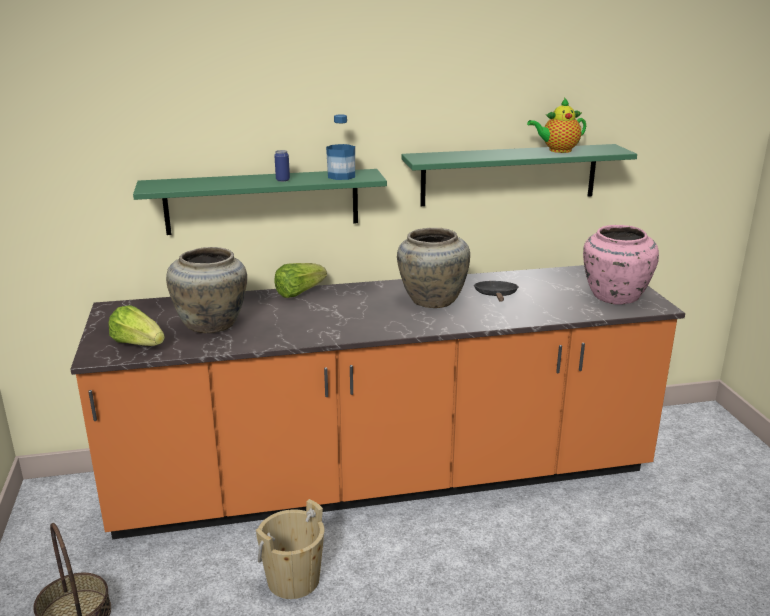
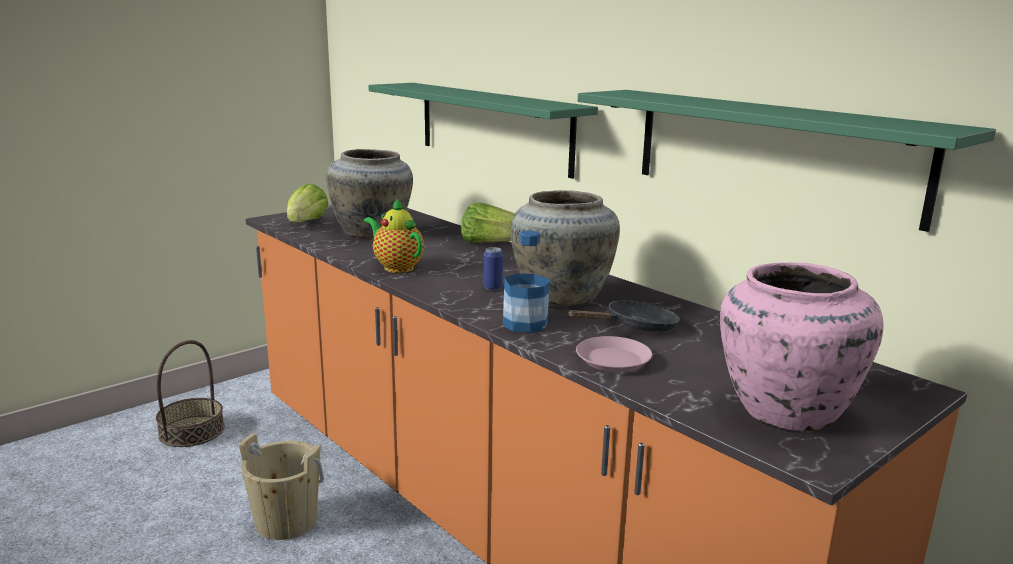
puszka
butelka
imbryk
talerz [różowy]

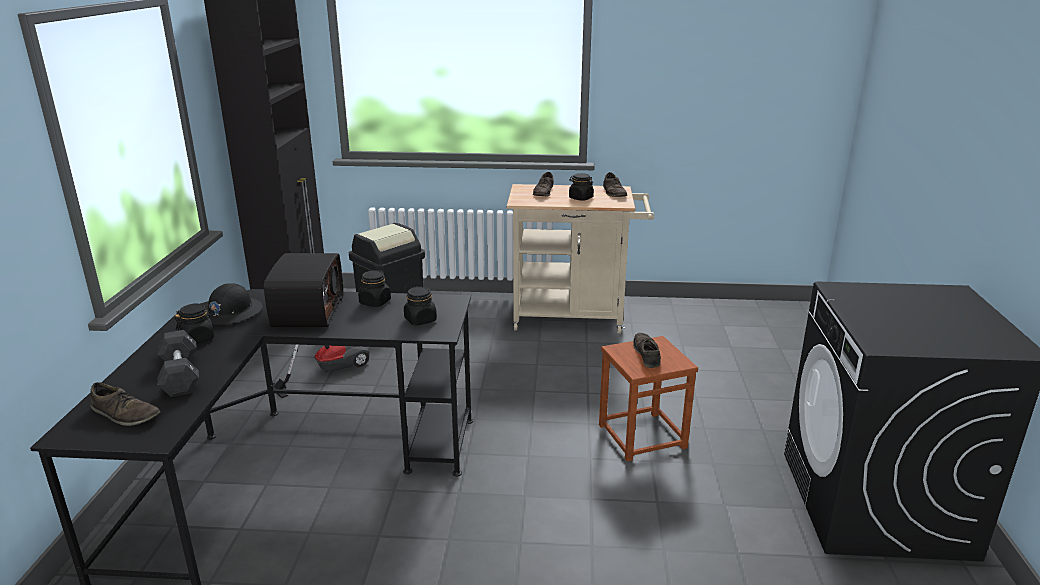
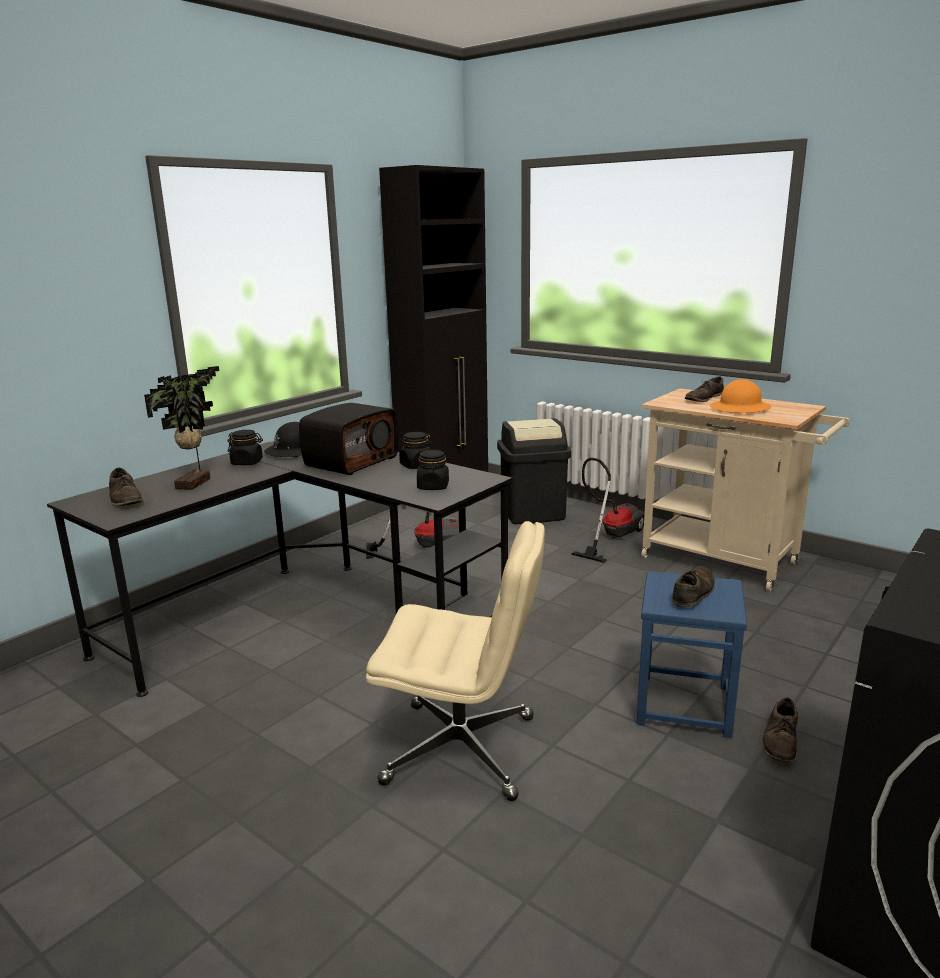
roślina doniczkowa
kask [pomarańczowy]
stołek [niebieski]
but [brązowy] (no. 4 from left)
krzesło biurowe [beżowy]
odkurzacz (no. 2 from left)

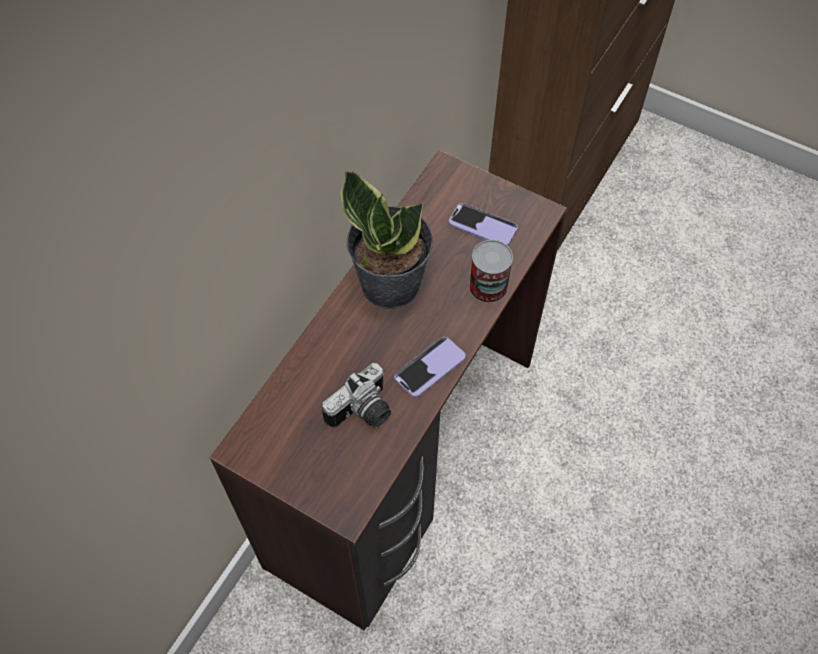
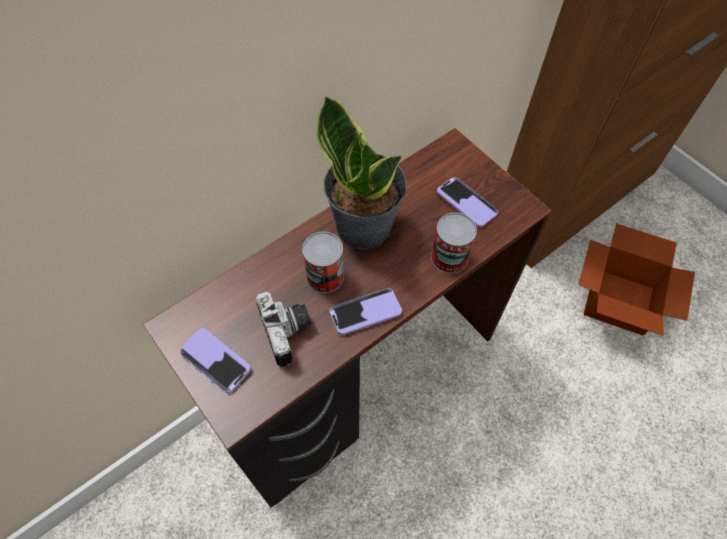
aparat fotograficzny
telefon (no. 1 from left)
puszka (no. 1 from left)
karton

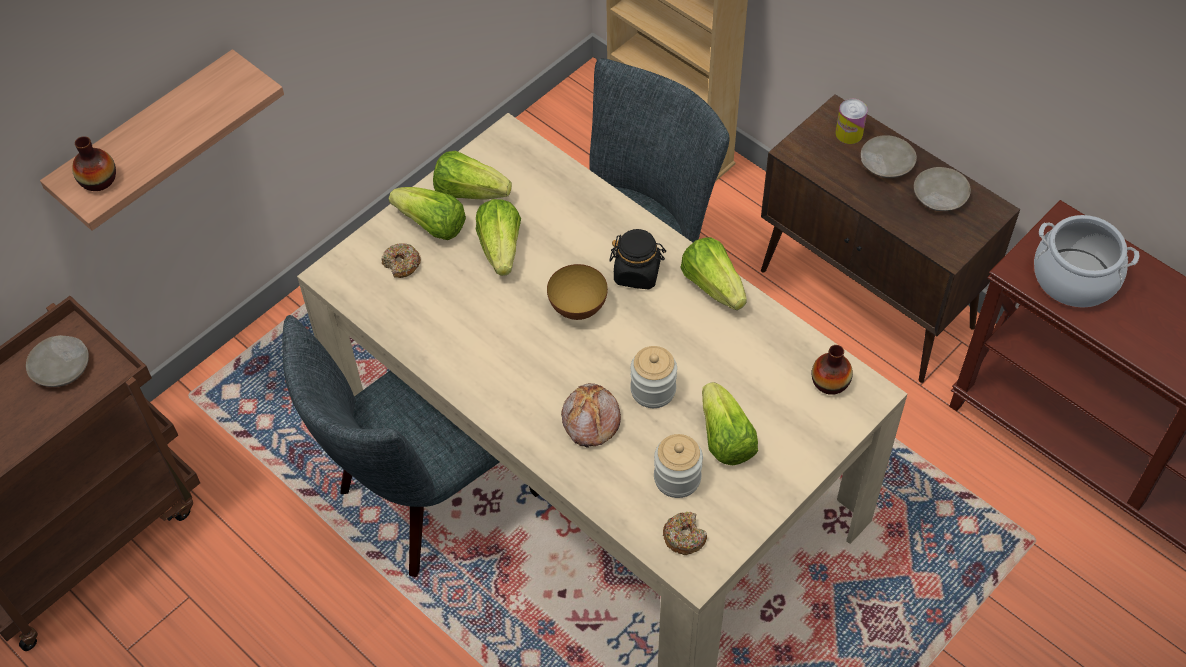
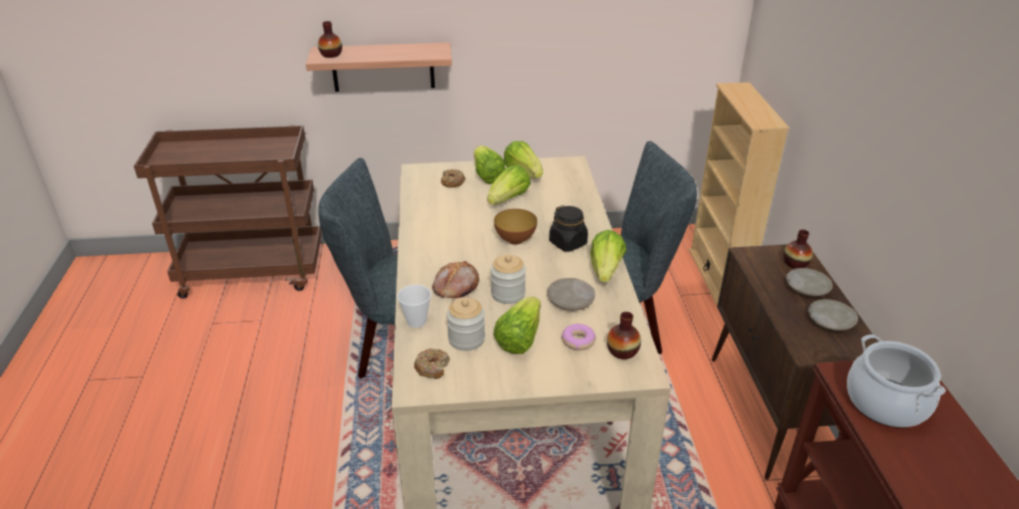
talerz [beżowy] (no. 1 from left)
wazon (no. 3 from left)
filiżanka
donut (no. 3 from left)

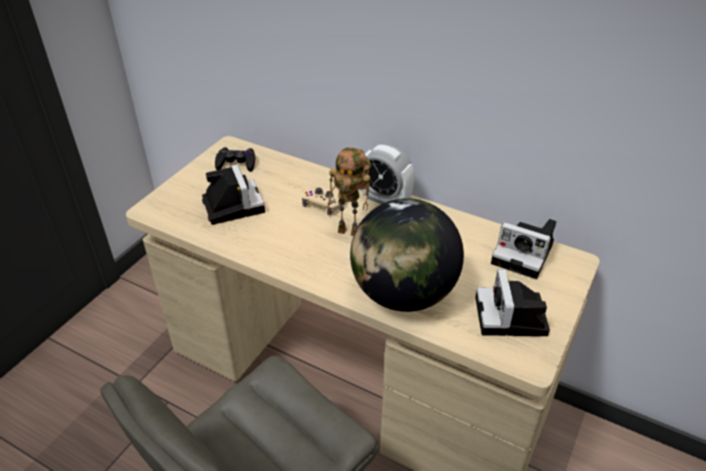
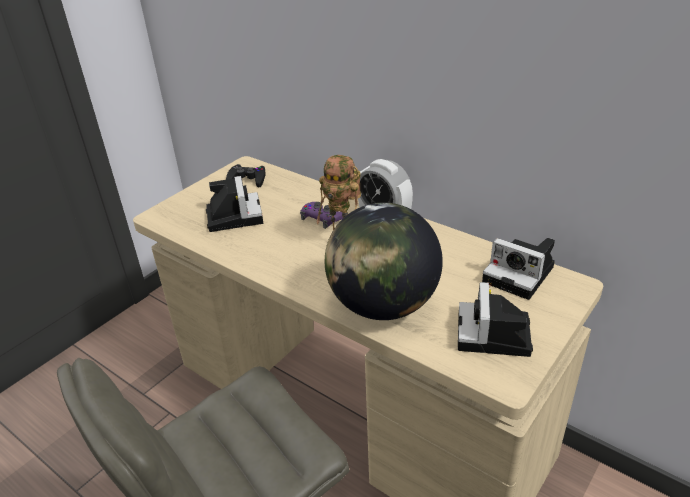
pad do gier [fioletowy]

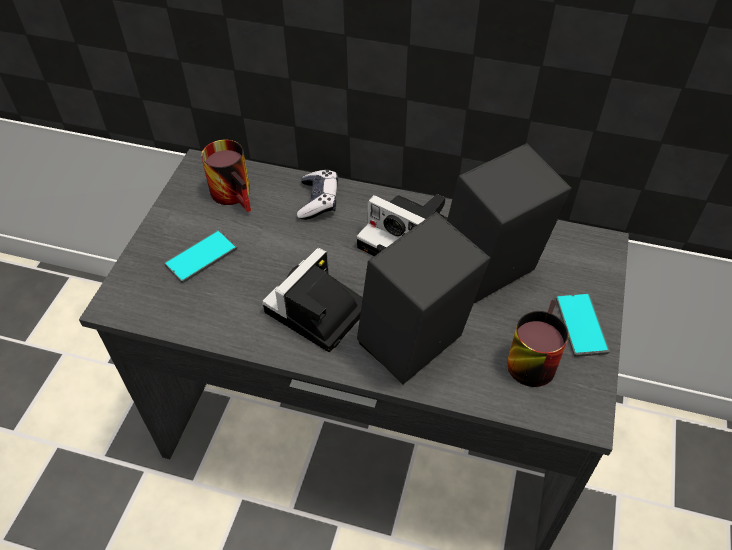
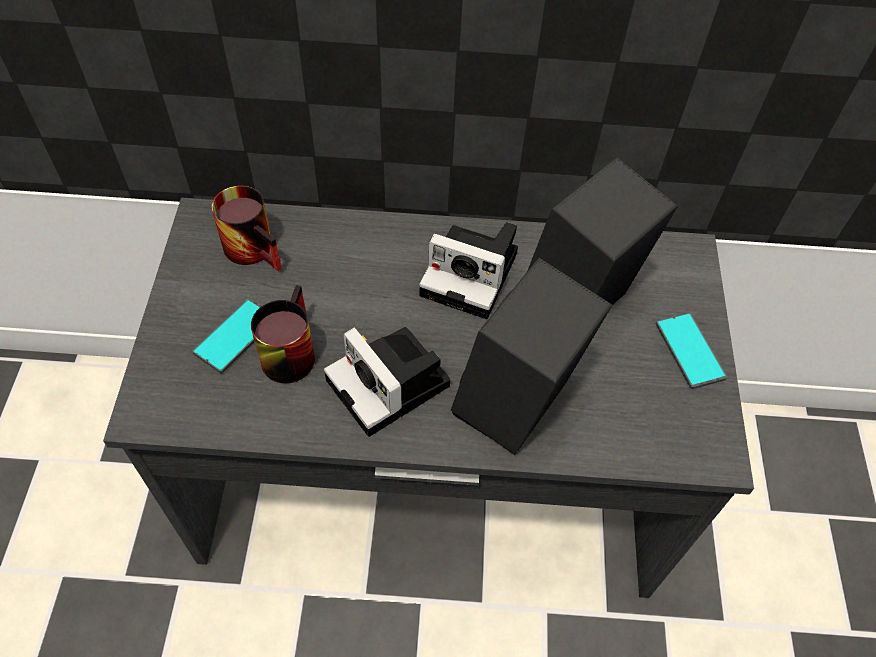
aparat fotograficzny (no. 1 from left)
pad do gier
kubek (no. 2 from left)

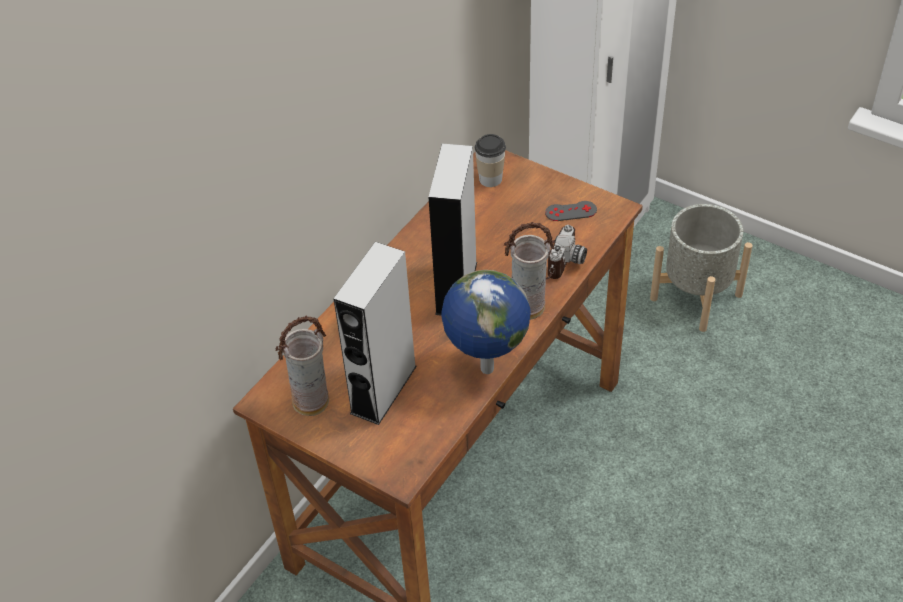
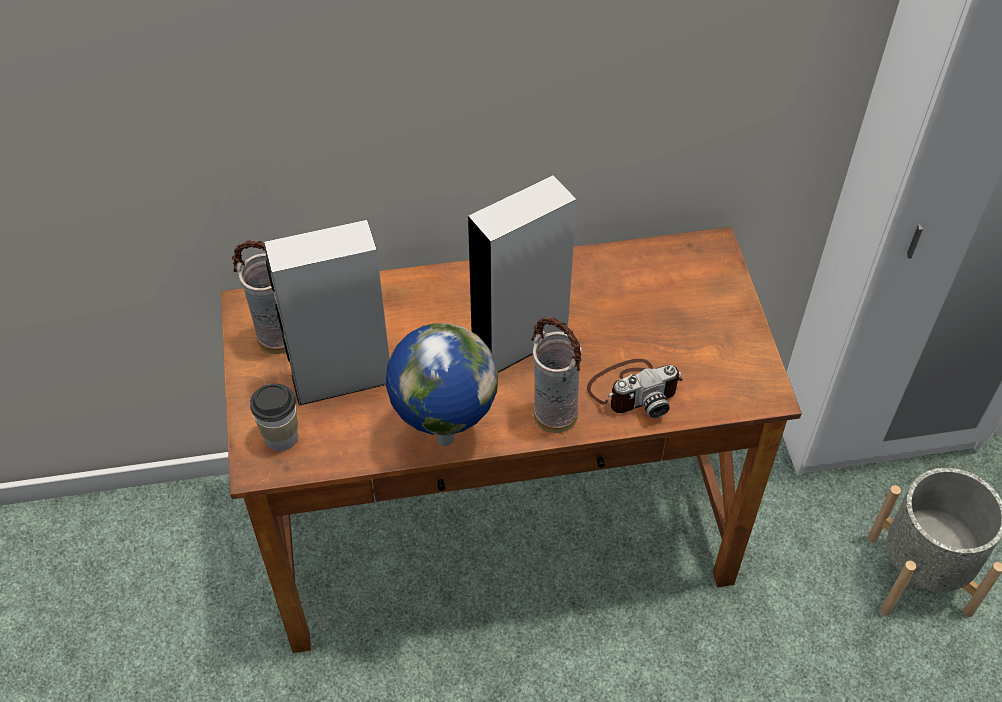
filiżanka
pad do gier [szary]

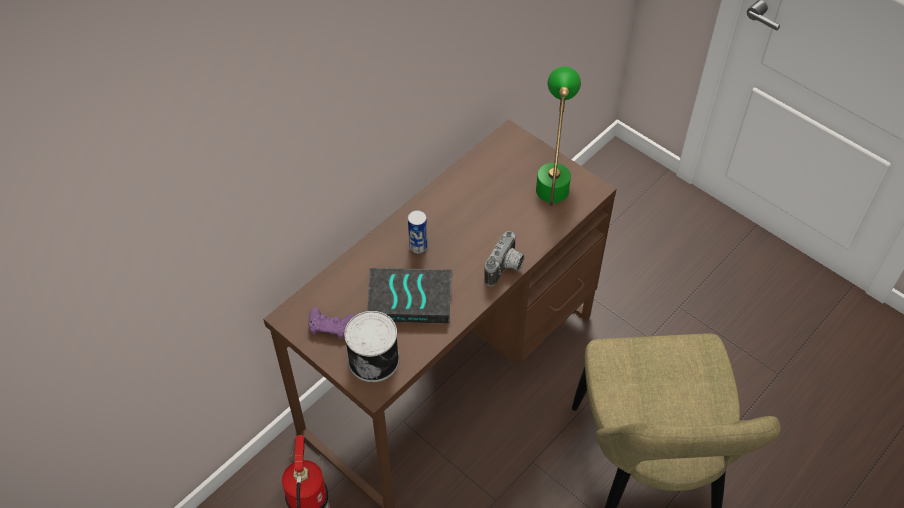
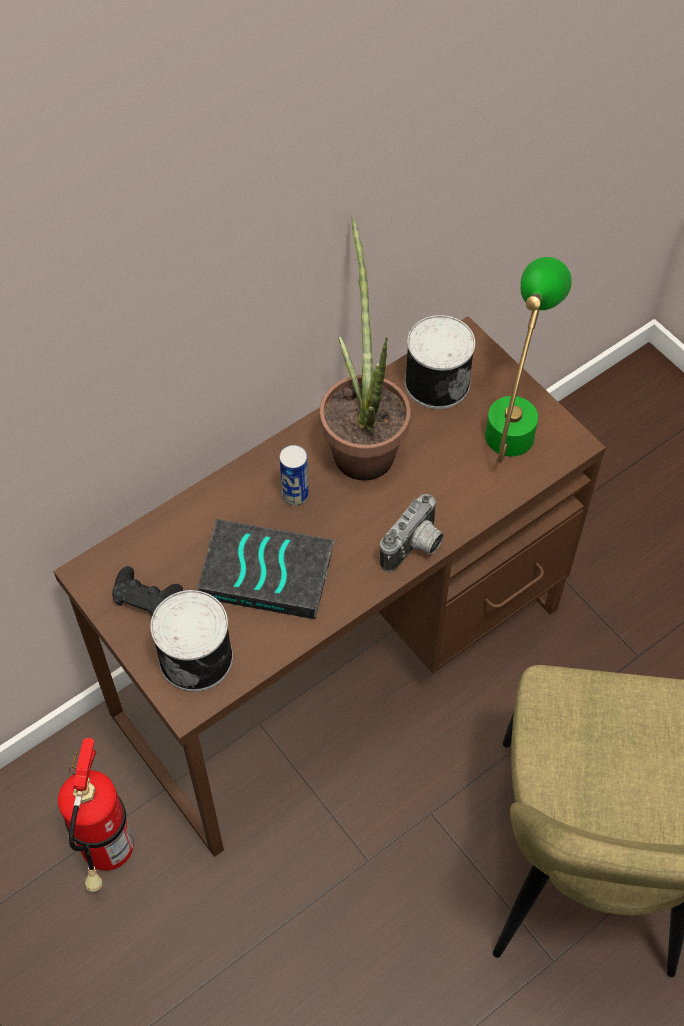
pad do gier [czarny]
roślina doniczkowa
puszka (no. 3 from left)

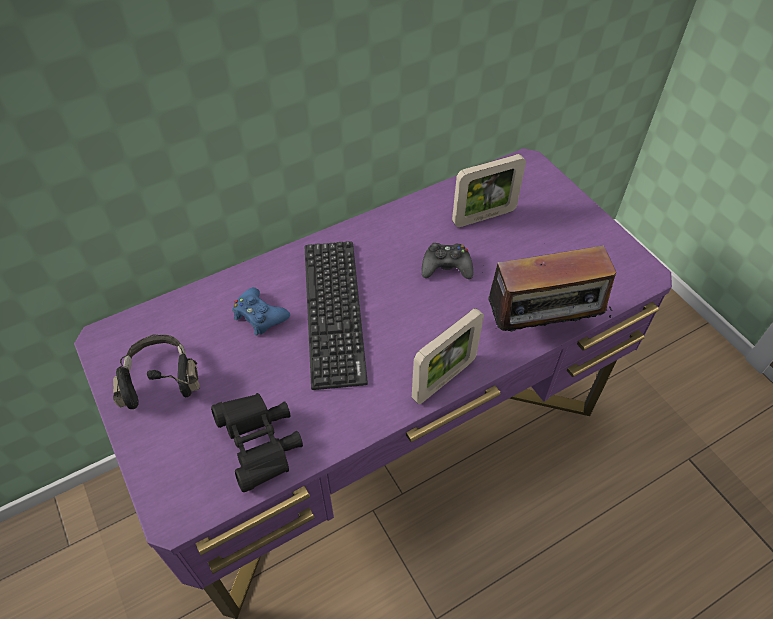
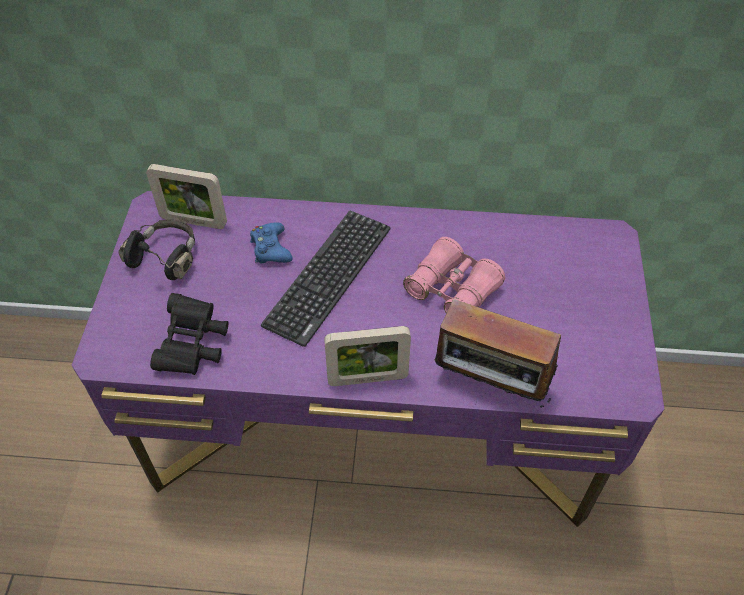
lornetka [różowy]
ramka na zdjęcie (no. 1 from left)

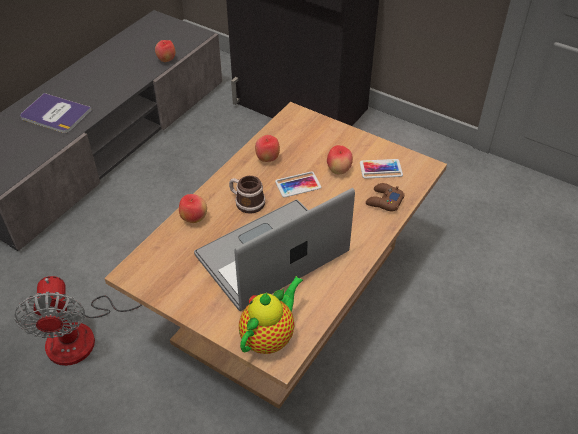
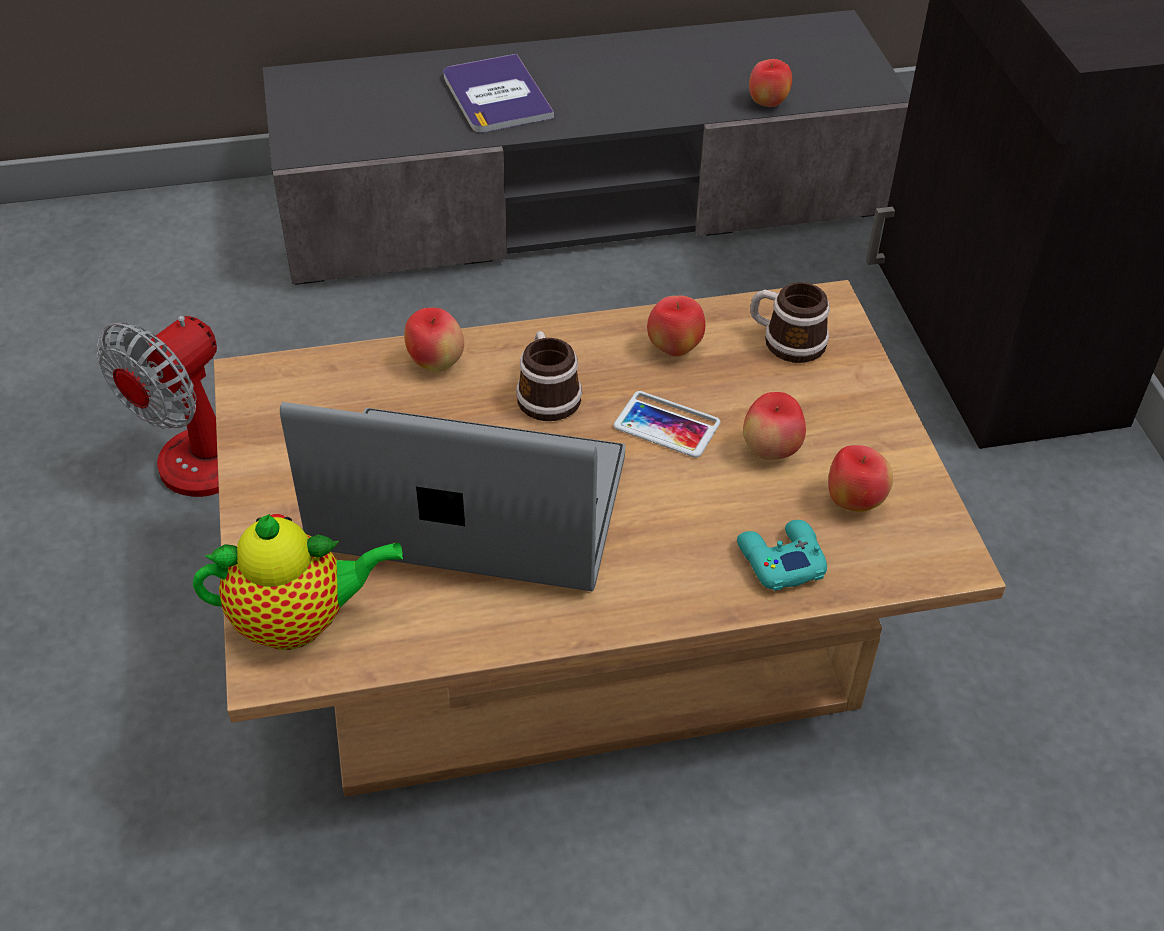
jabłko (no. 5 from left)
pad do gier [turkusowy]
kubek (no. 2 from left)

